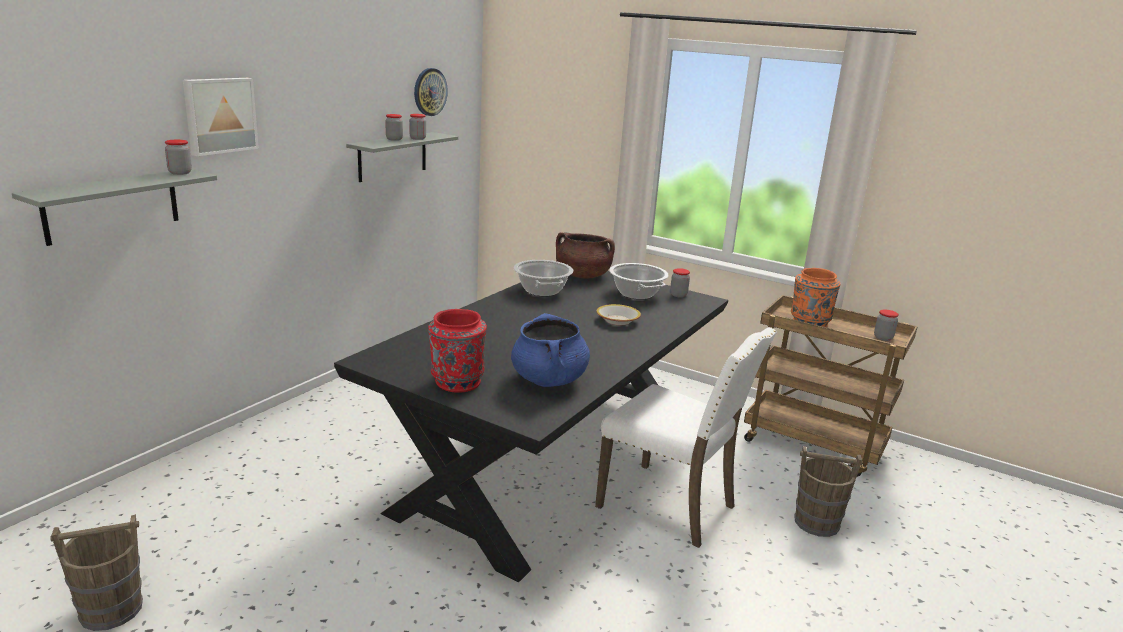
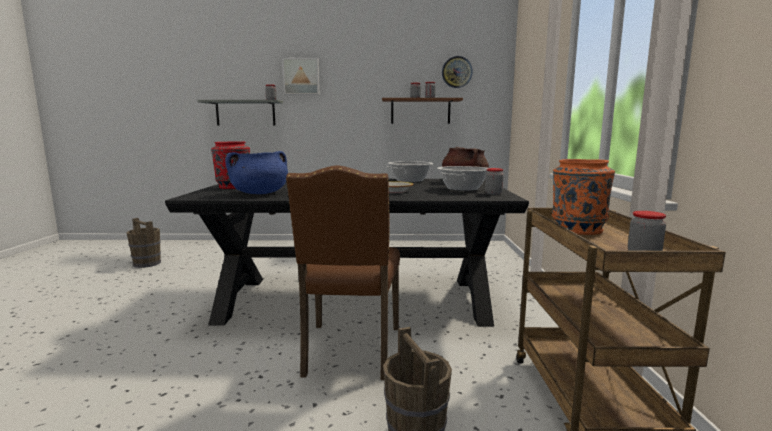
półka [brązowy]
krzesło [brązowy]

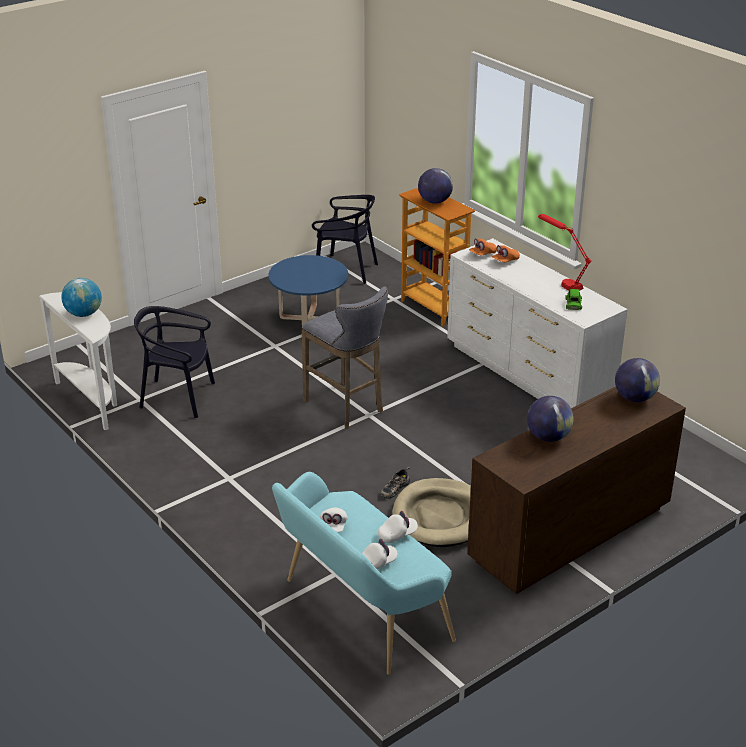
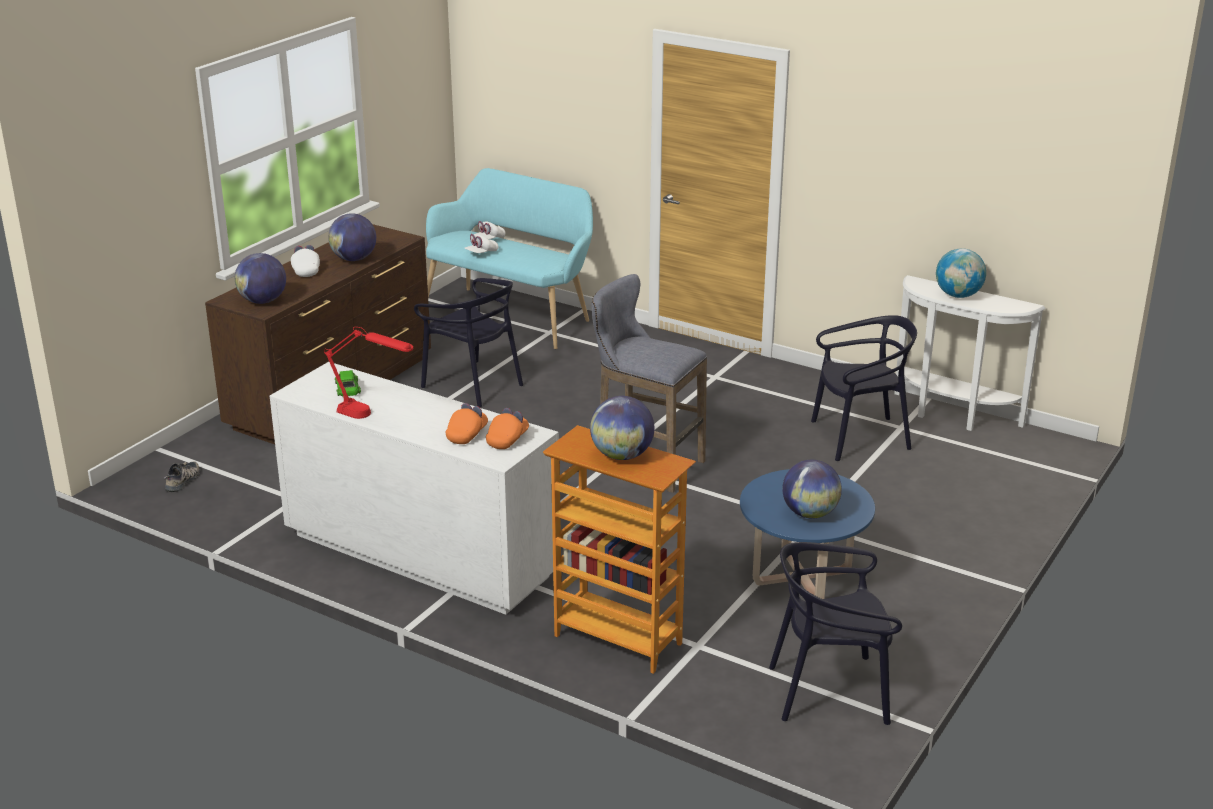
czapka z daszkiem [biały] (no. 1 from left)
but
krzesło [czarny] (no. 1 from left)
globus (no. 4 from left)

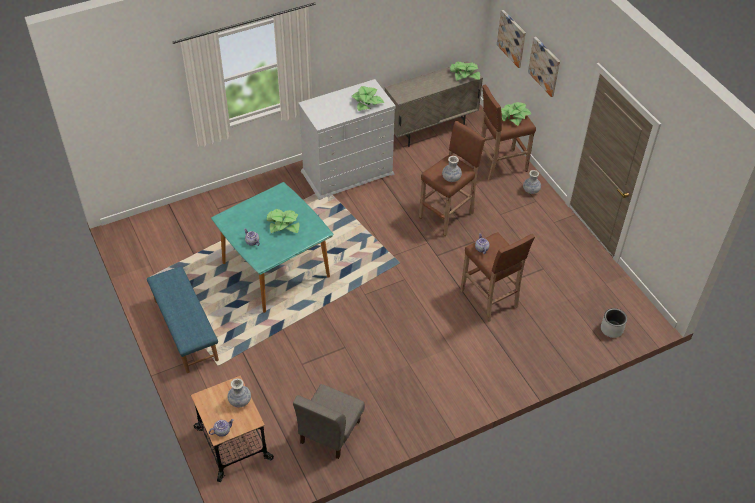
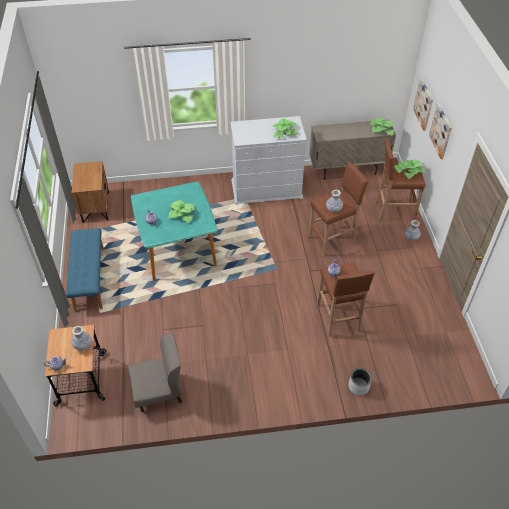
krzesło [szary]
donica [szary]
szafka nocna [brązowy]

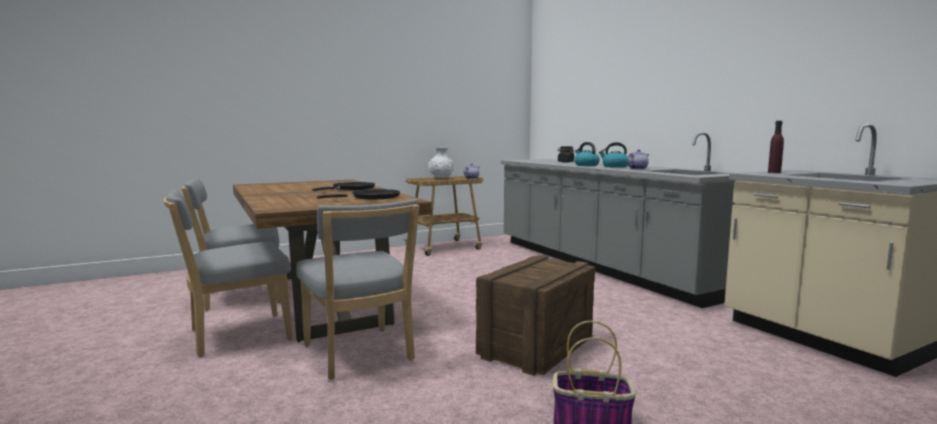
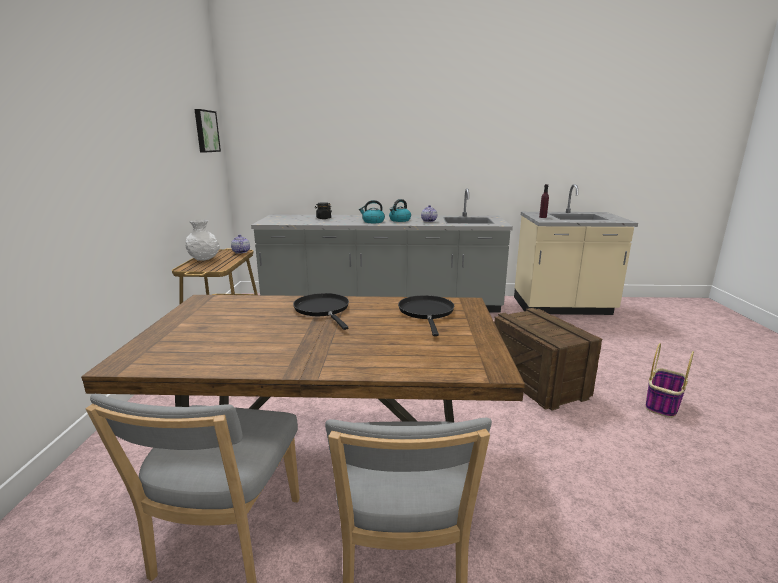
krzesło [szary] (no. 3 from left in the first image)
obraz

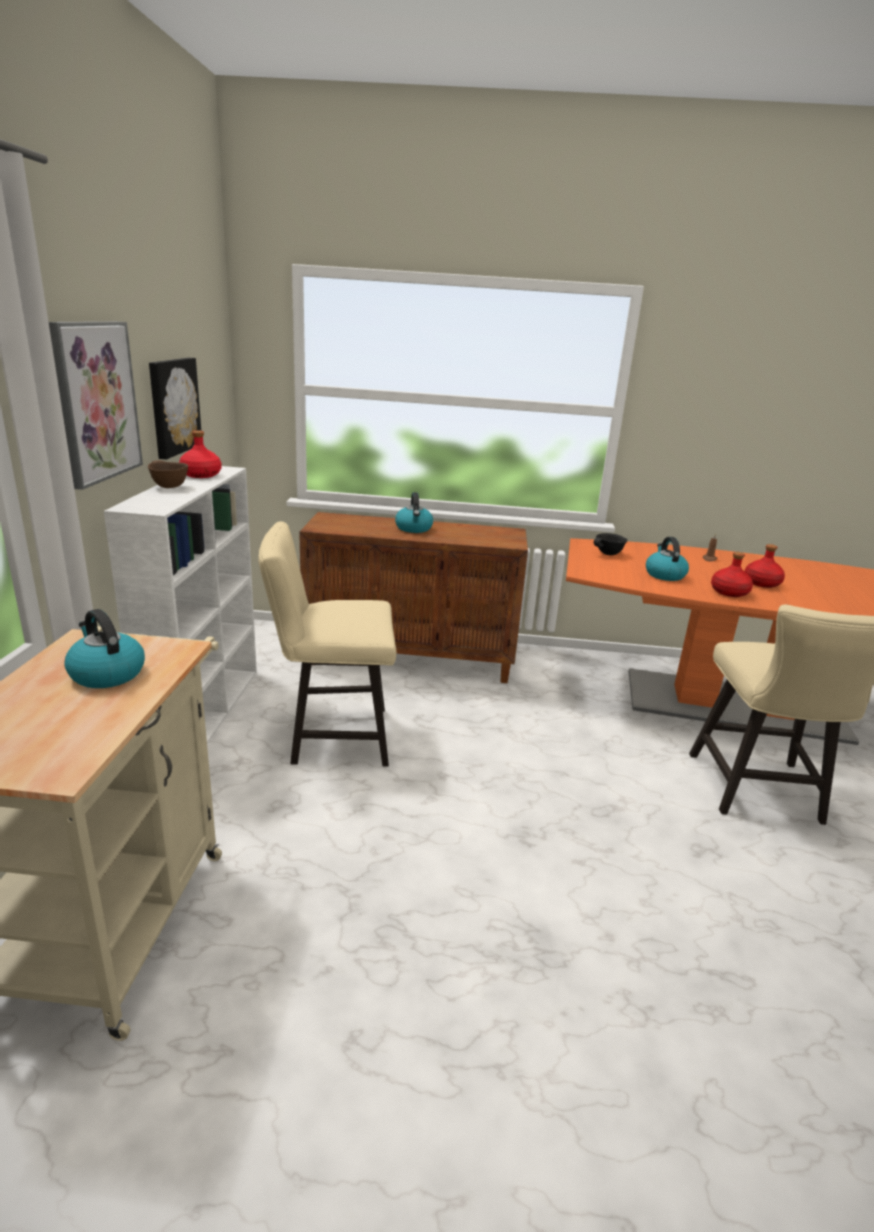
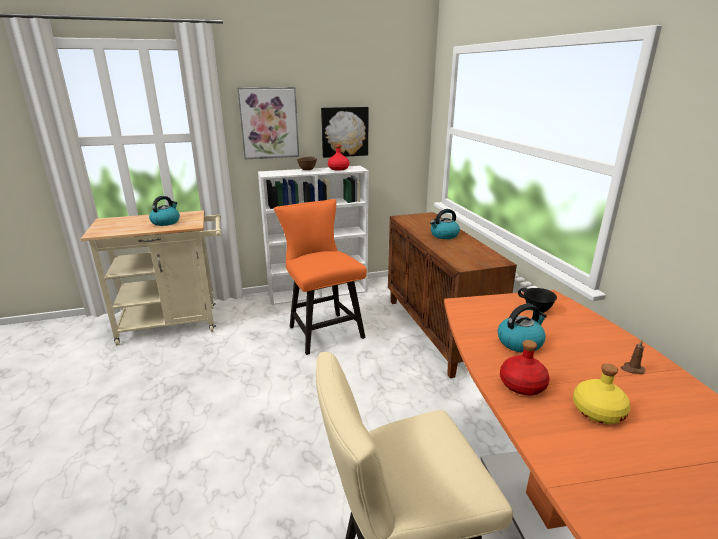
krzesło [pomarańczowy]
butelka [żółty]

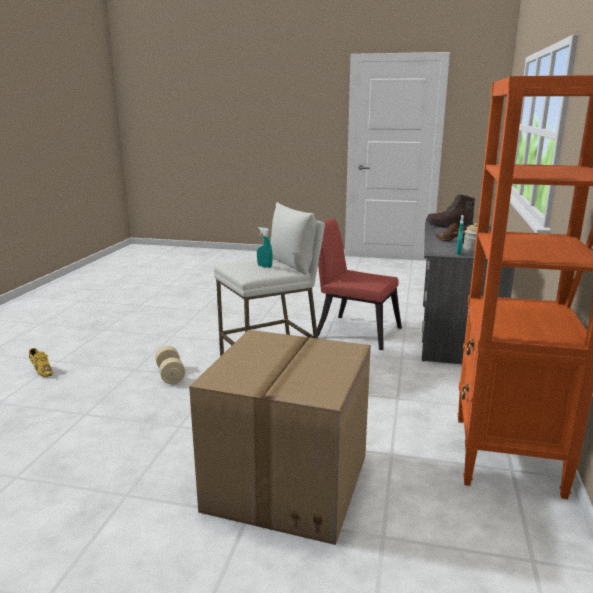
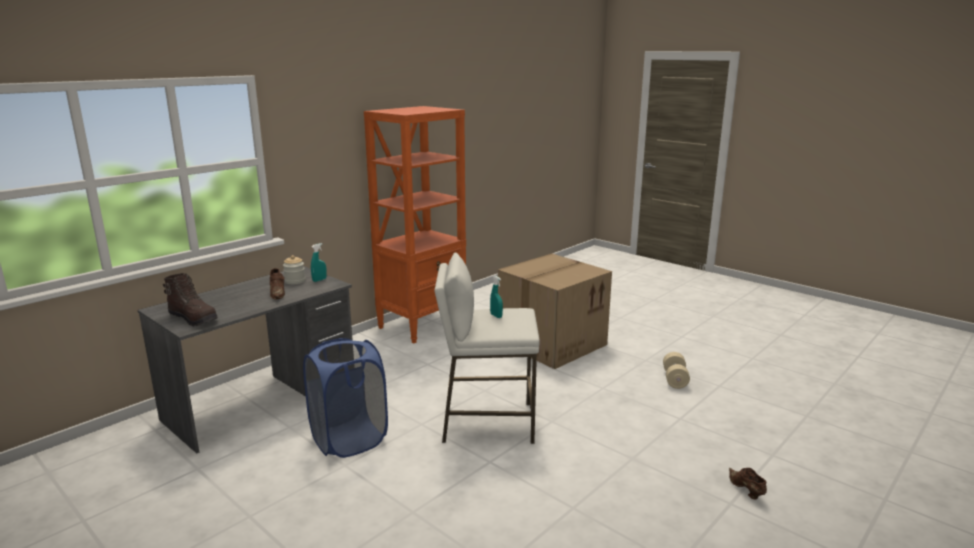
but [brązowy] (no. 2 from left)
hantel [beżowy]
kosz na pranie [niebieski]

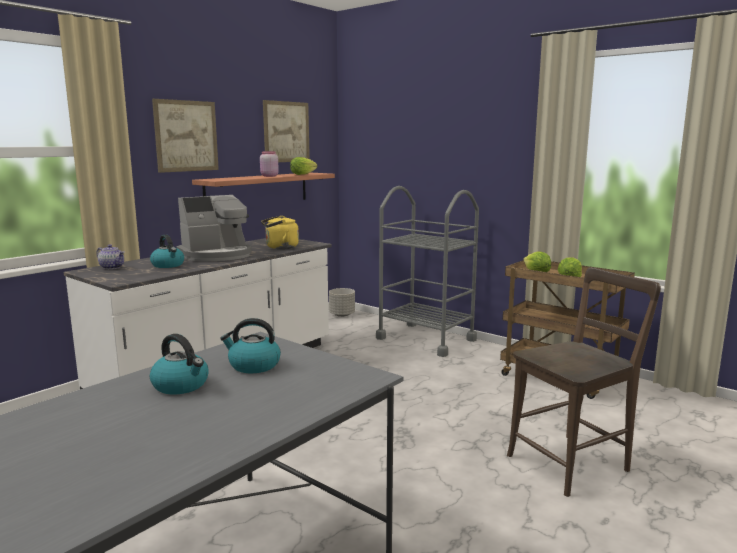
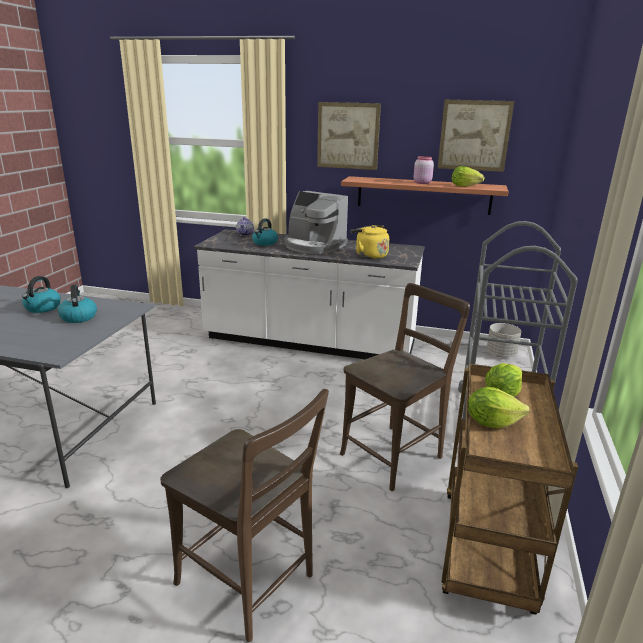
krzesło [brązowy] (no. 2 from left)

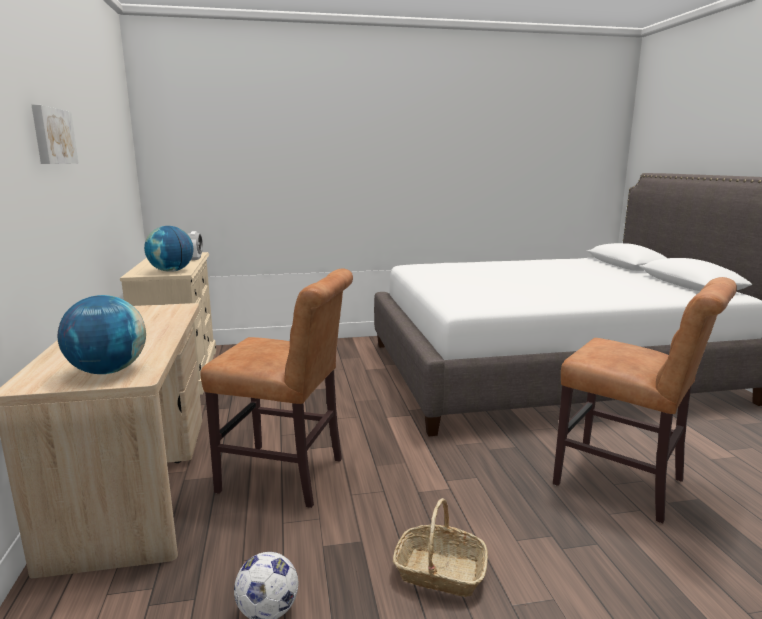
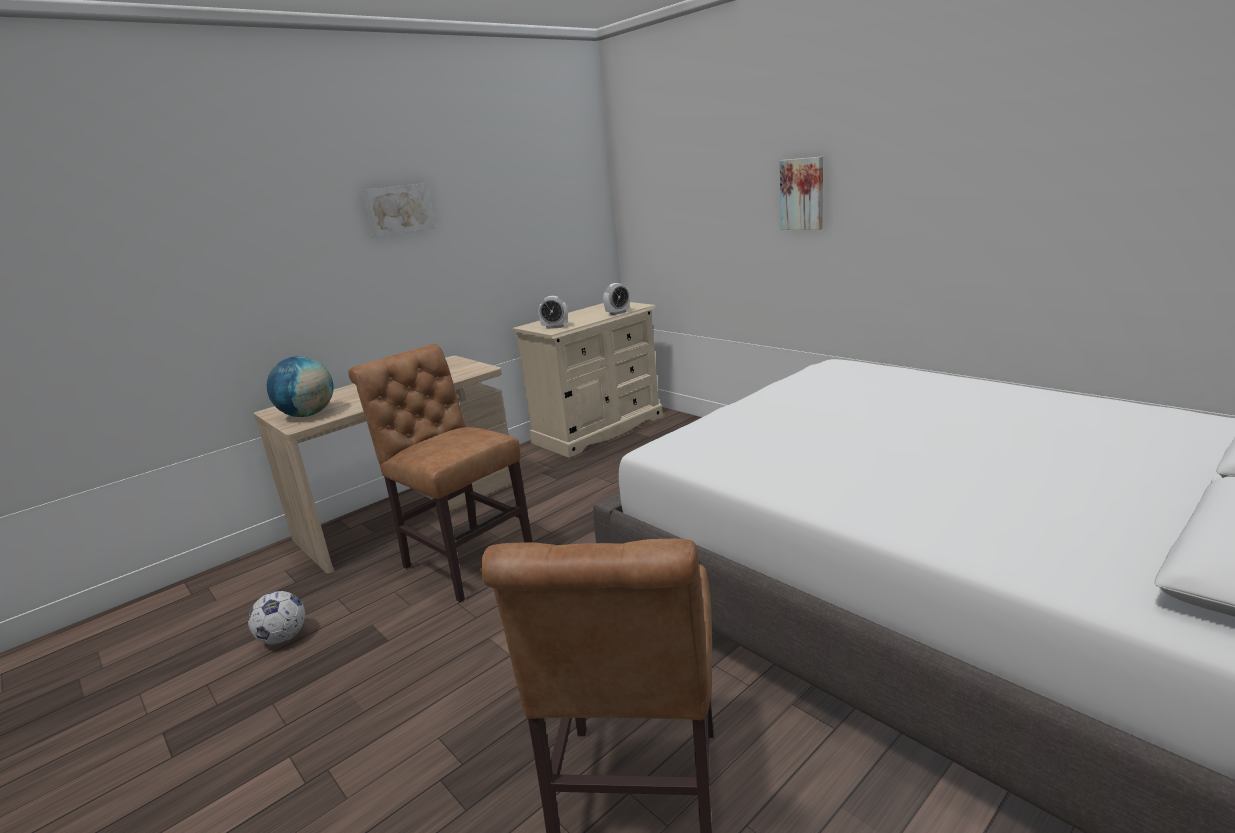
budzik (no. 1 from left)
krzesło [brązowy] (no. 1 from left)
koszyk
obraz (no. 2 from left)

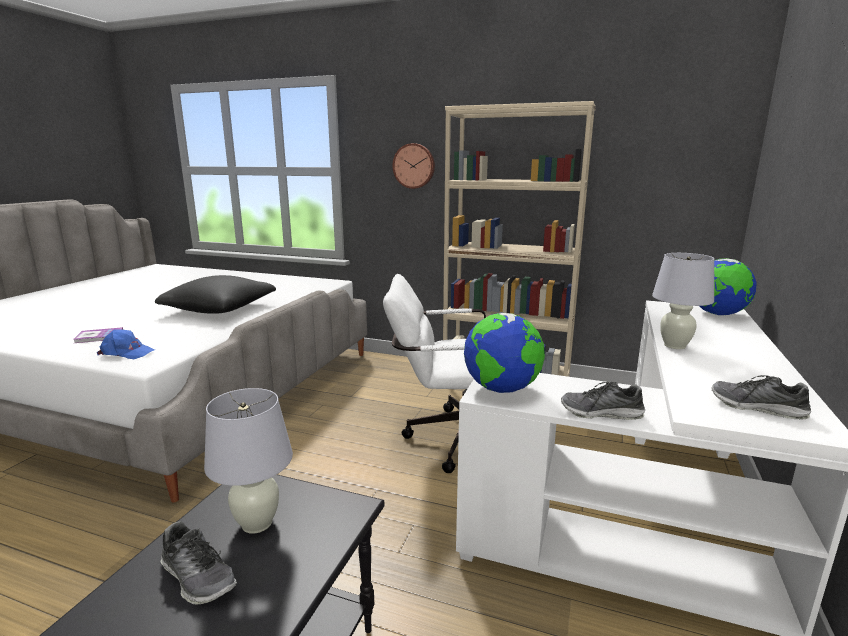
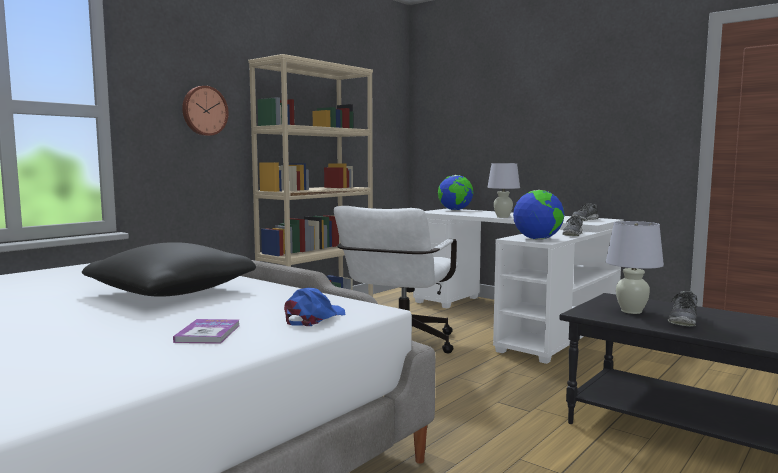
but (no. 3 from left)

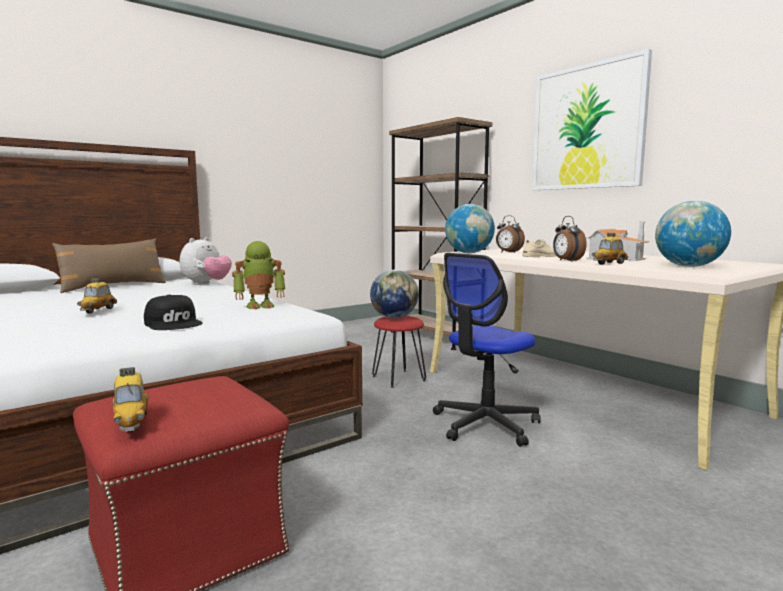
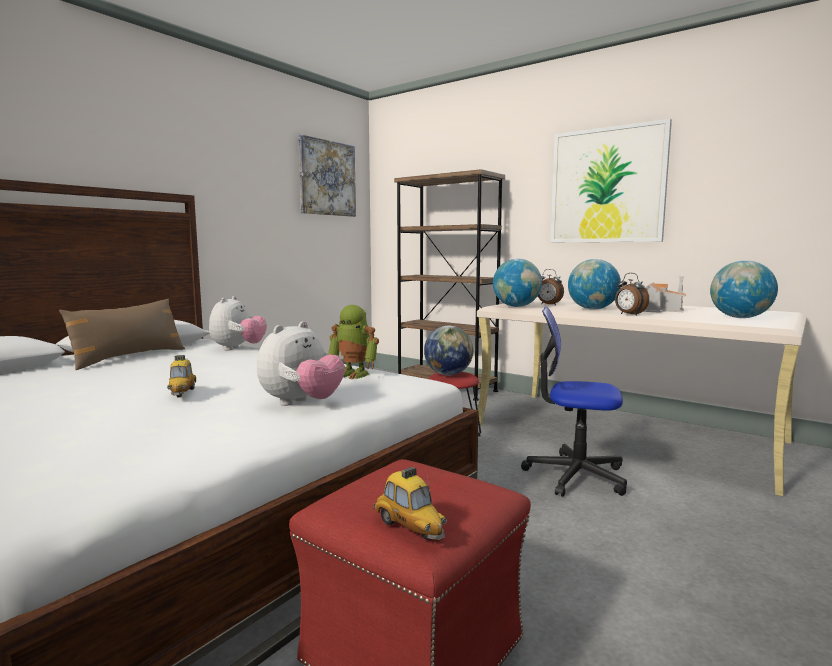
pluszak (no. 2 from left)
robot zabawkowy
krzesło biurowe
globus (no. 3 from left)
samochodzik (no. 3 from left in the first image)
obraz (no. 1 from left)

